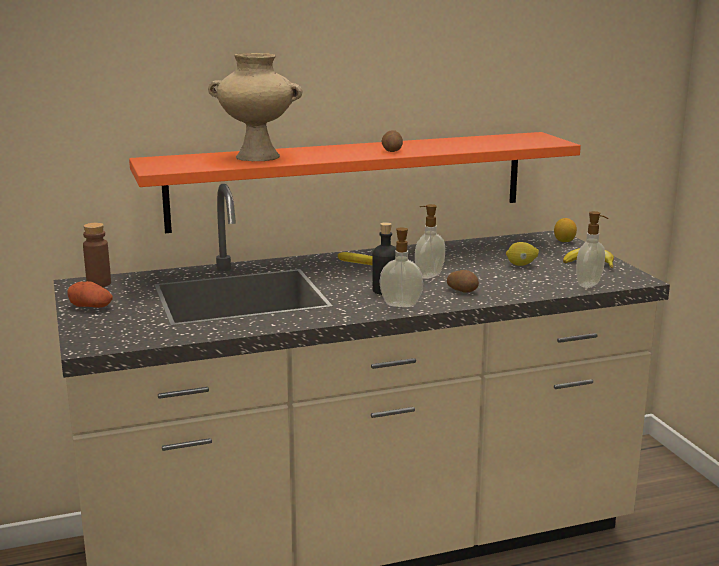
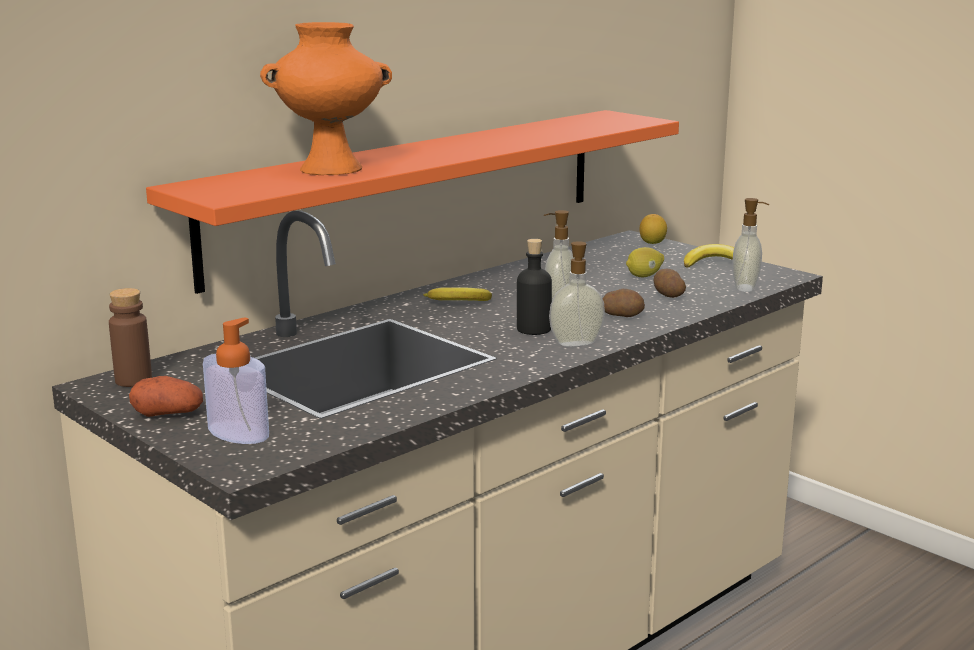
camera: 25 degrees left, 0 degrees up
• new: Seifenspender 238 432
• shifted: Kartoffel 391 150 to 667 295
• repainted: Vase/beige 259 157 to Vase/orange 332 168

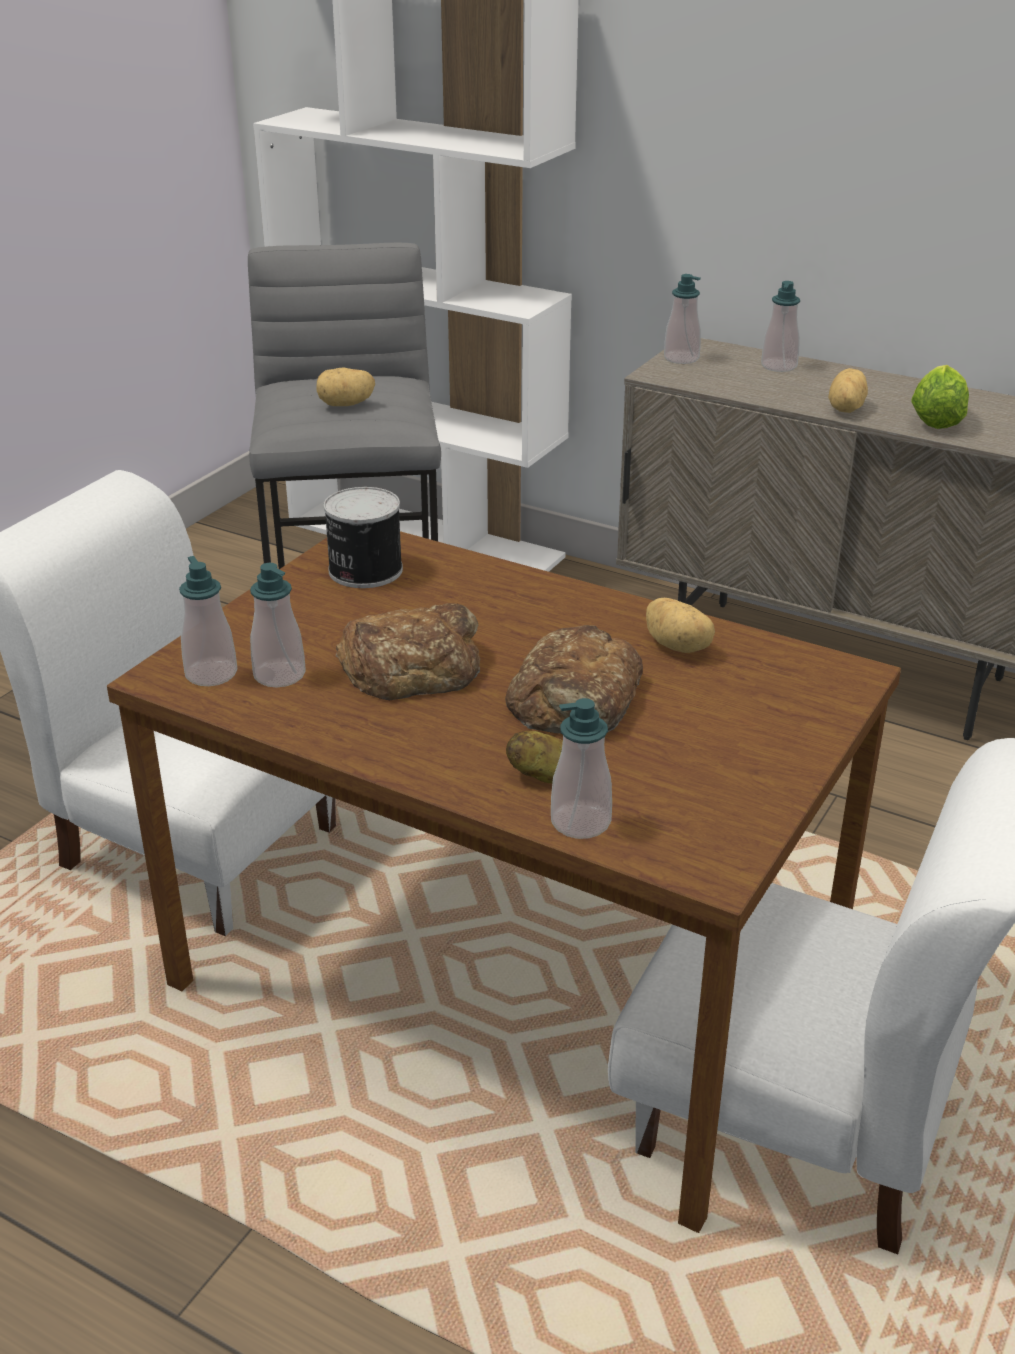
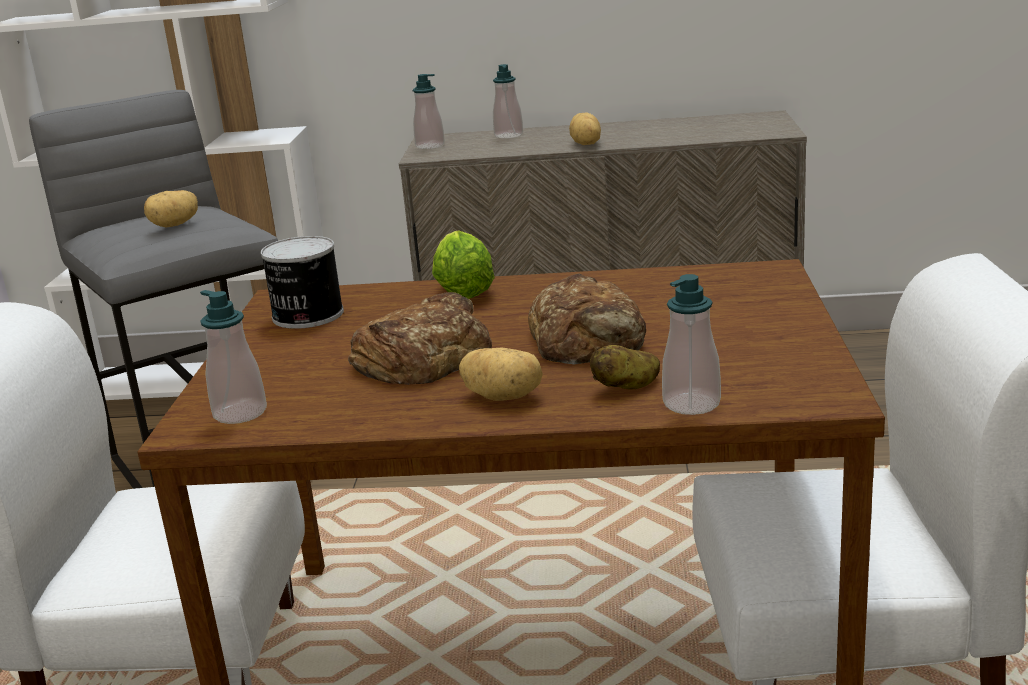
camera: 25 degrees left, 10 degrees down
• gone: Seifenspender 279 675
• shifted: Kartoffel 678 646 to 503 396
• shifted: Salatkopf 936 419 to 462 290

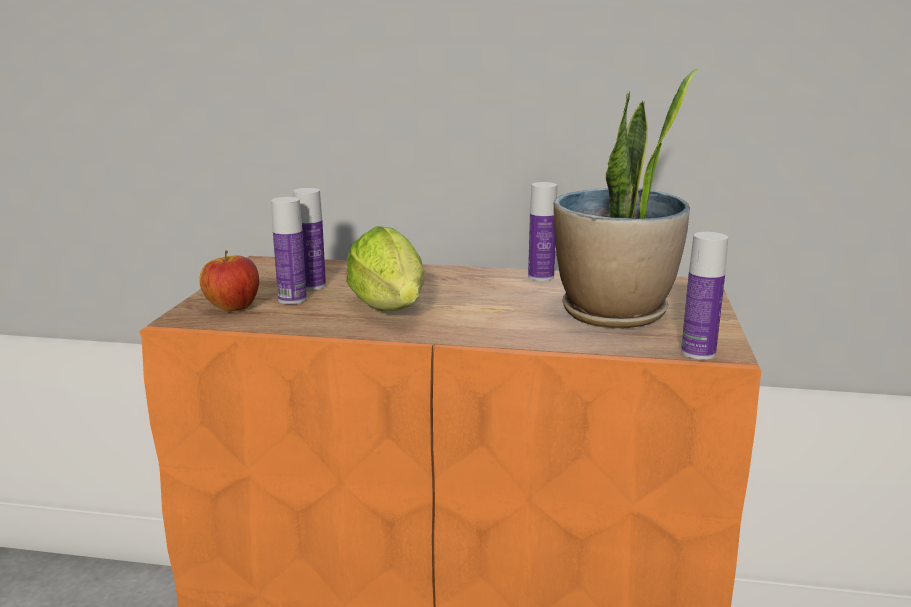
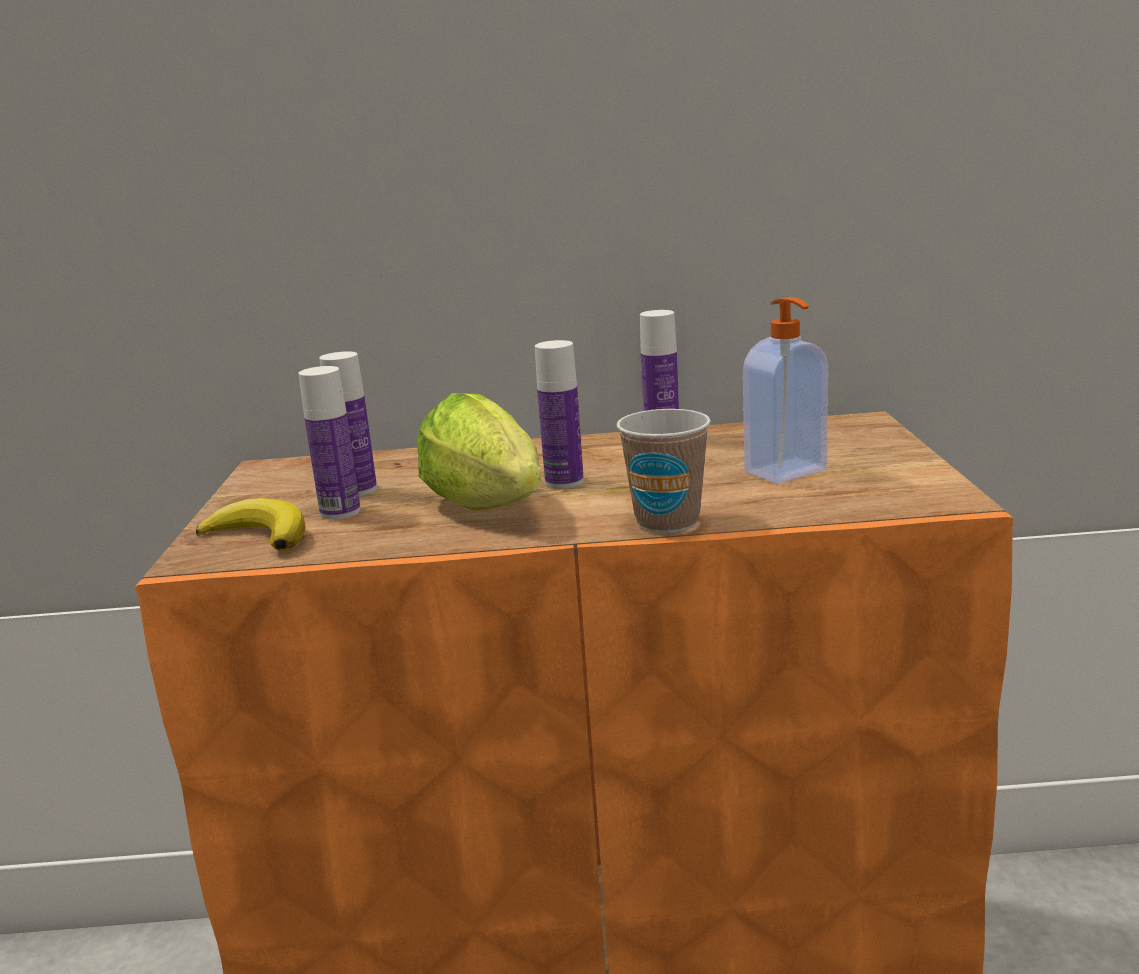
camera: 10 degrees left, 0 degrees up
• new: Tasse 667 522
• shifted: Flasche 698 353 to 564 482
• swapped: Apfel 233 308 to Banane 260 535
• swapped: Topfpflanze 614 314 to Seifenspender 787 472

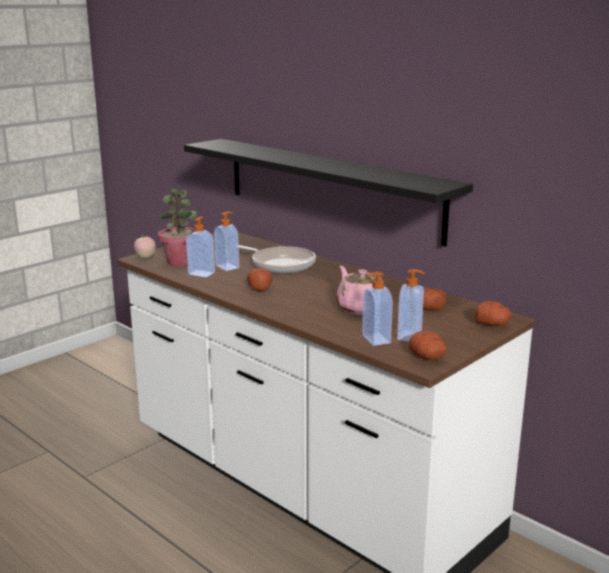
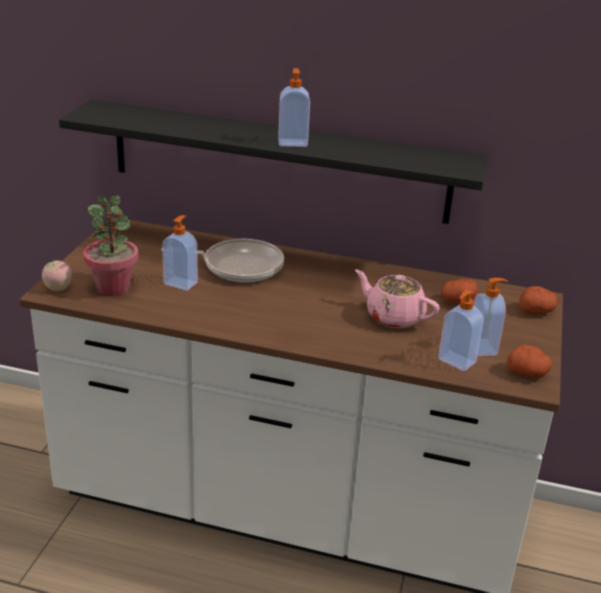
camera: 30 degrees left, 10 degrees up
• gone: Kartoffel 259 288
• shifted: Seifenspender 202 273 to 292 142

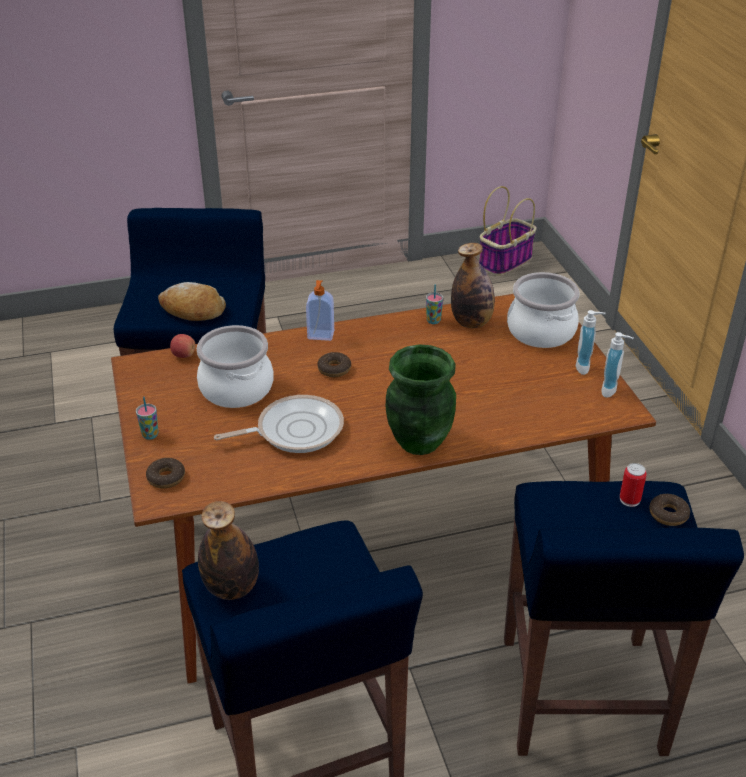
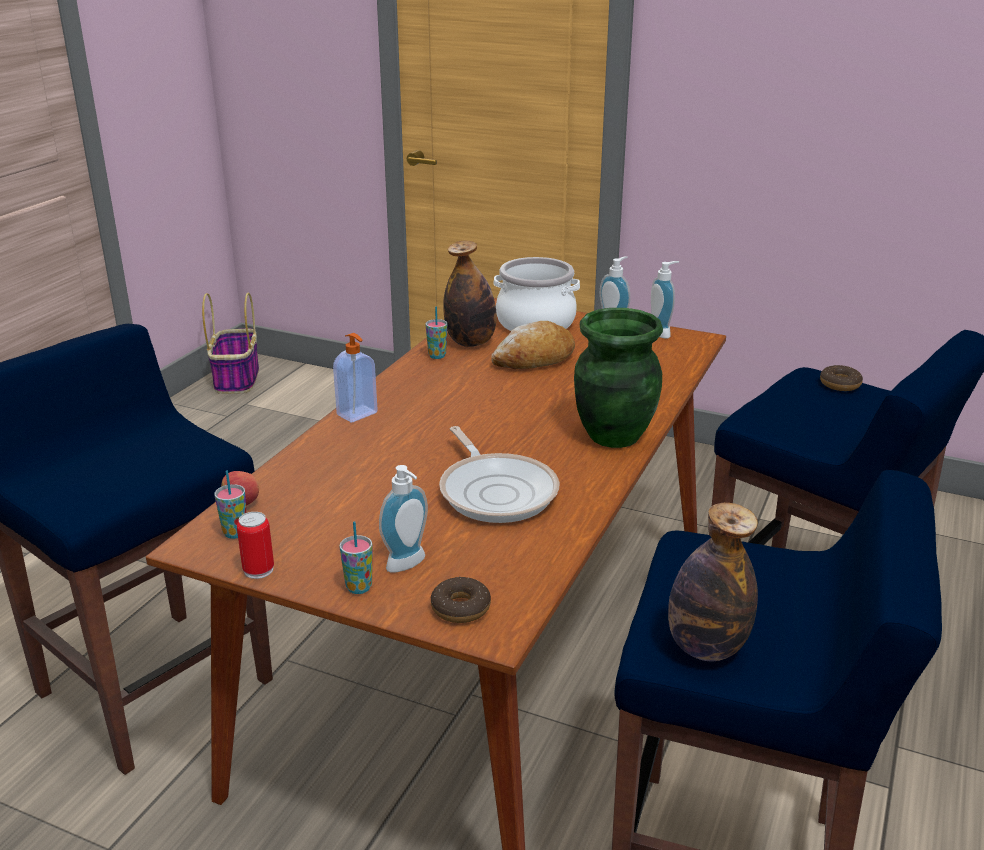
camera: 50 degrees left, 10 degrees down
• gone: Kochtopf 237 388
• gone: Donut 334 369
• new: Tasse 235 533
• new: Seifenspender 409 565
• shifted: Brot 192 310 to 534 359
• shifted: Dose 629 499 to 258 570
• rotated: Pfanne 294 430 = 496 491 135 degrees clockwise

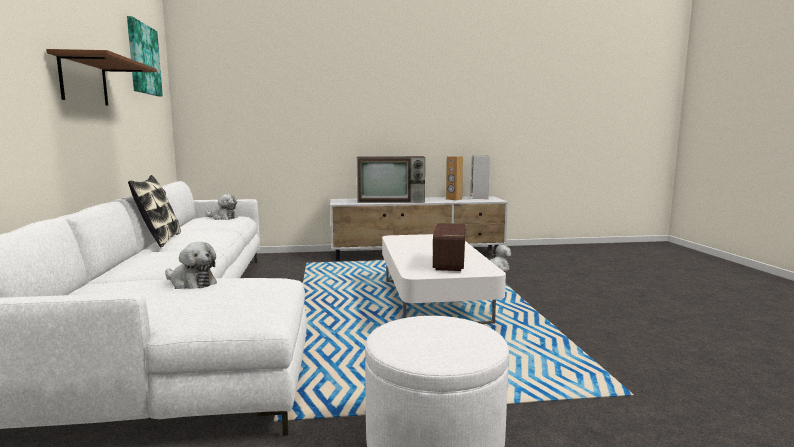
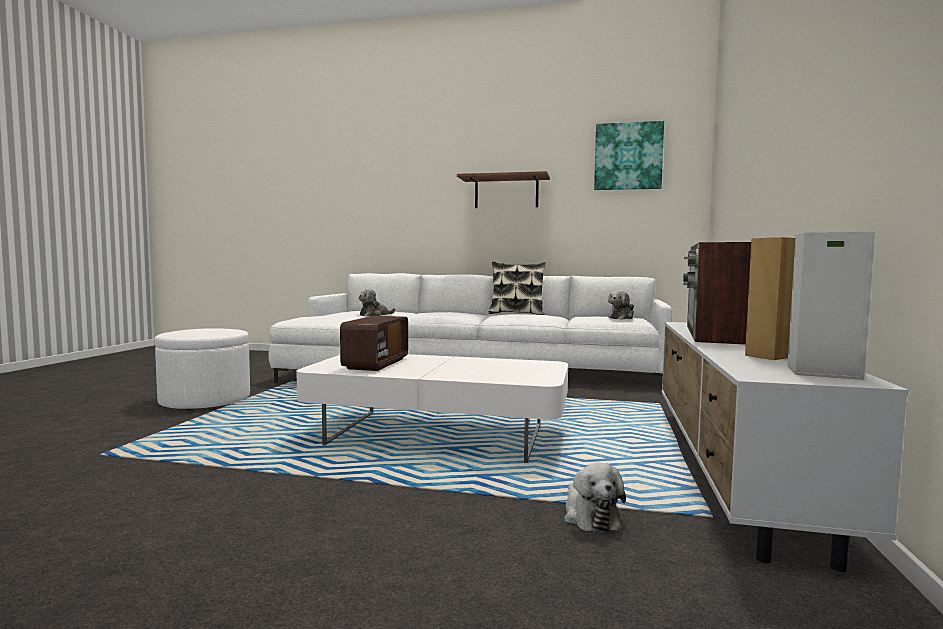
camera: 110 degrees right, 5 degrees down
• rotated: Radio 449 263 = 376 364 105 degrees counterclockwise

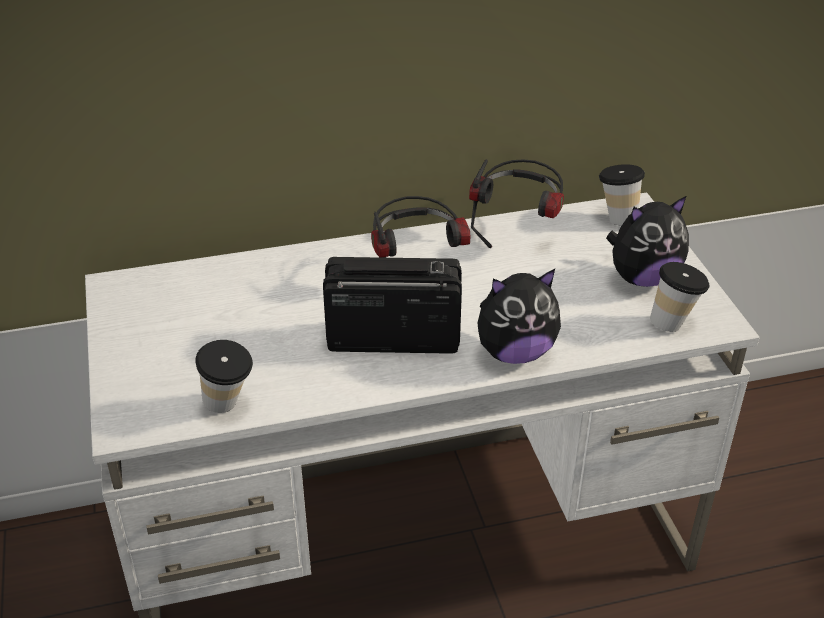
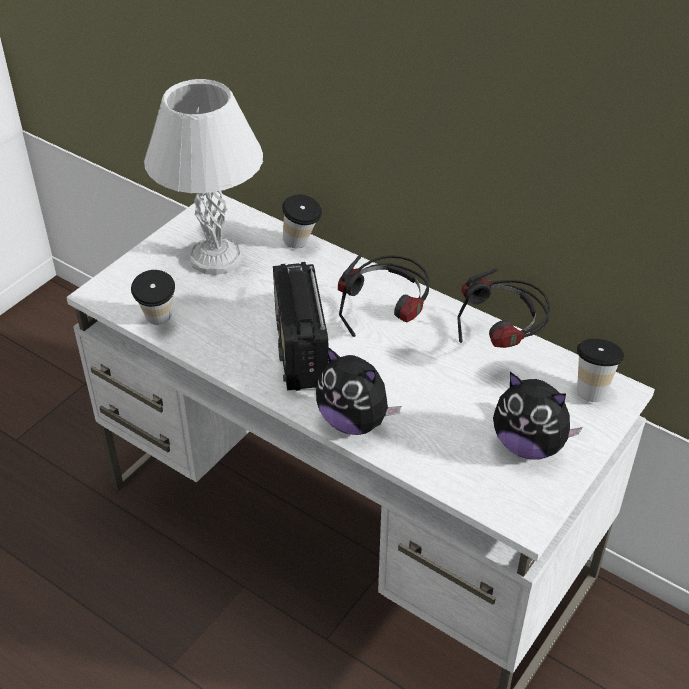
camera: 50 degrees right, 5 degrees up
• new: Tischlampe/weiß 214 259
• shifted: Tasse 674 322 to 302 244
• rotated: Radio 392 338 = 301 352 150 degrees counterclockwise

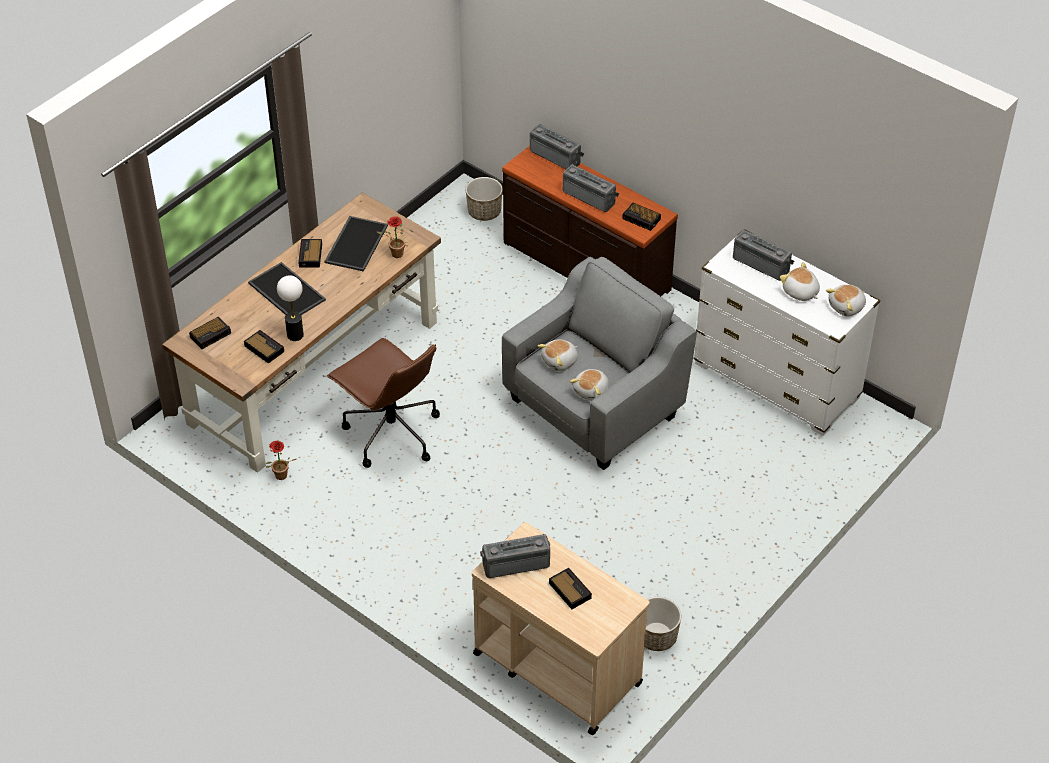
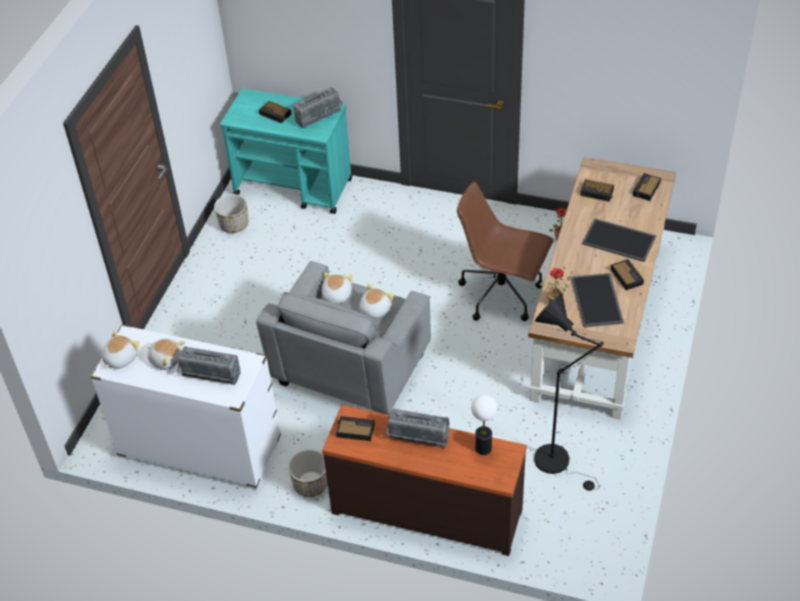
camera: 160 degrees right, 0 degrees up
• gone: Radio 557 156
• new: Stehlampe/schwarz 558 462
• shifted: Tischlampe 295 335 to 483 448
• shifted: Pflanzkübel 484 212 to 310 484
• repainted: Rollwagen/beige 556 667 to Rollwagen/türkis 294 188

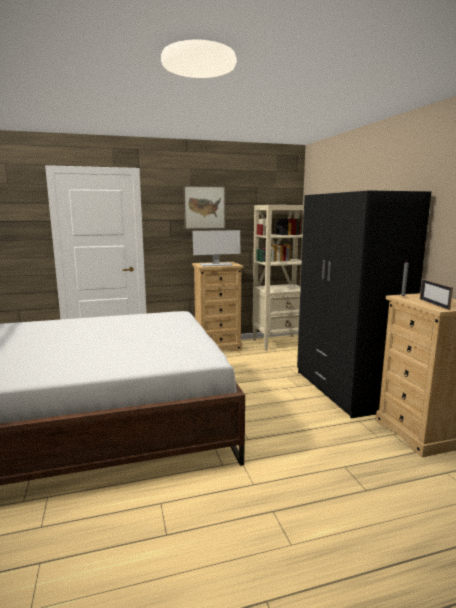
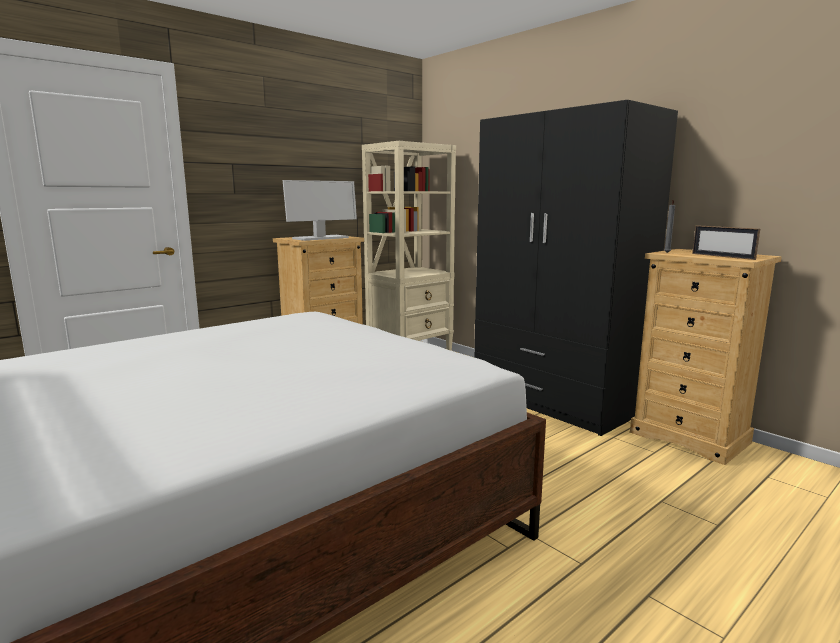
camera: 25 degrees left, 0 degrees up
• gone: Bild 204 207

